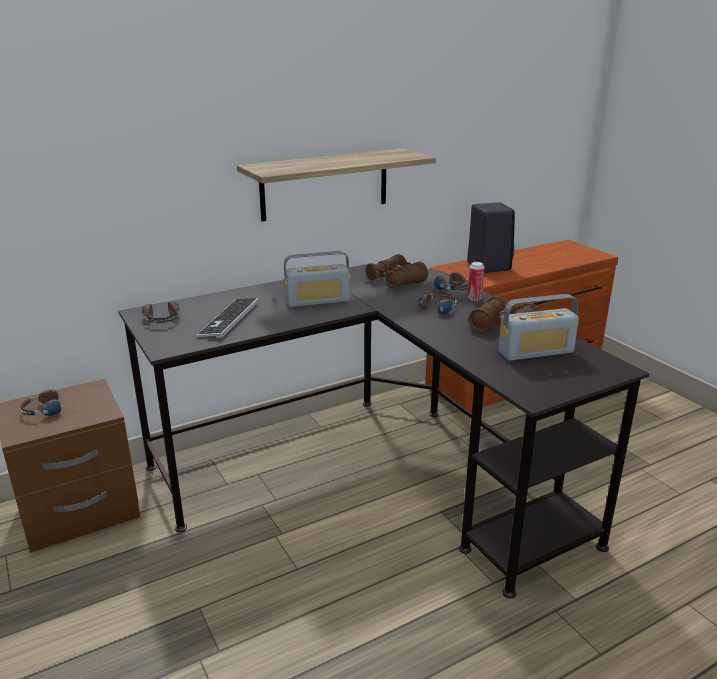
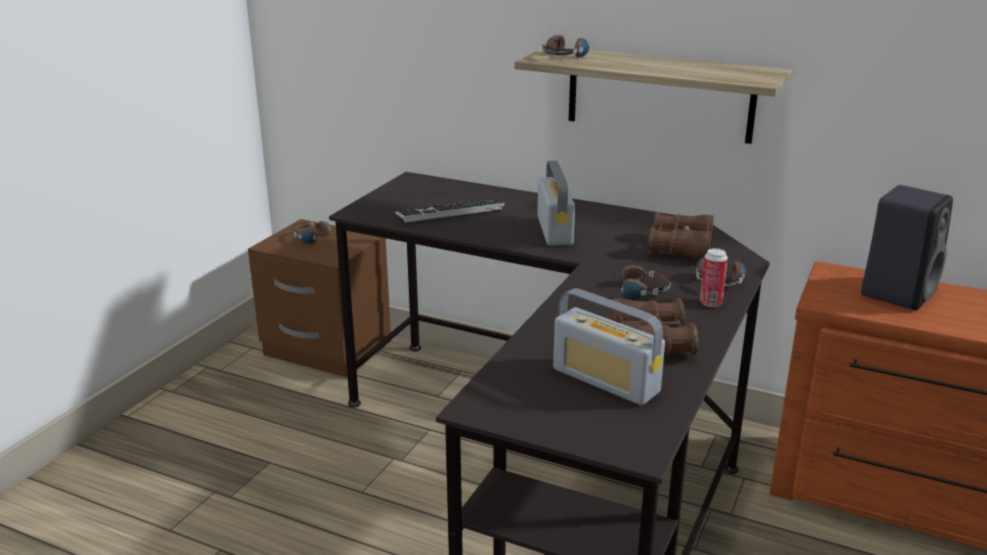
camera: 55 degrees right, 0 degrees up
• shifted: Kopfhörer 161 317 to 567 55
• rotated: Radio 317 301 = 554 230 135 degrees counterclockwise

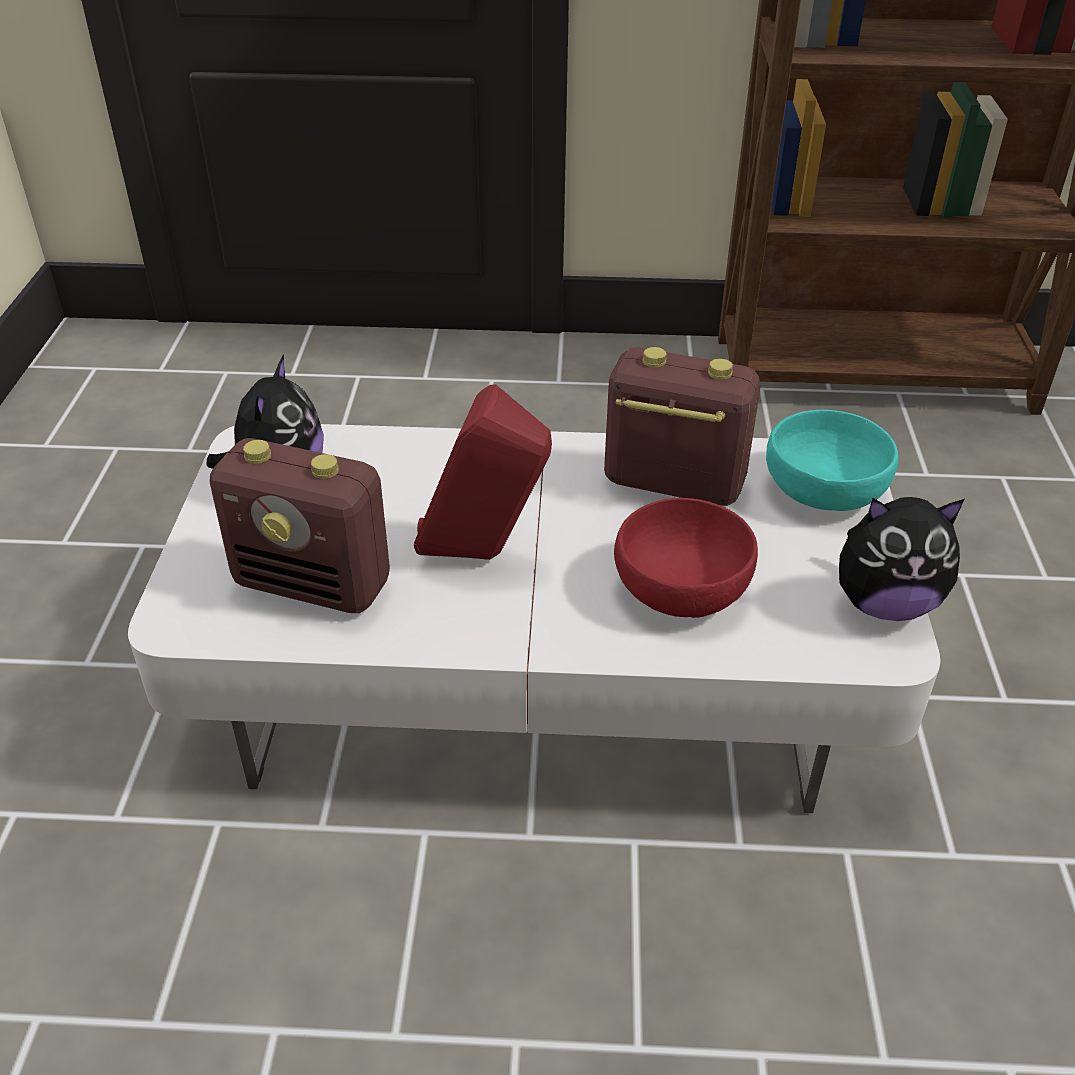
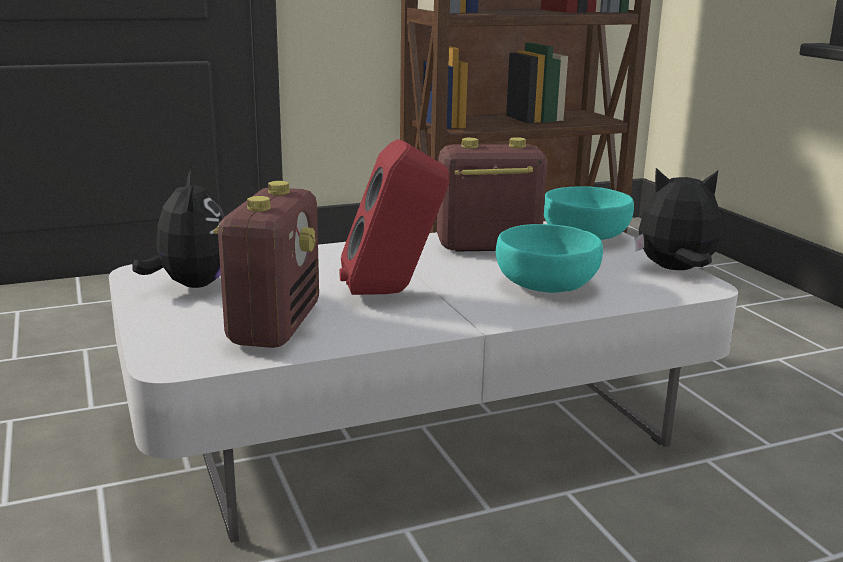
camera: 25 degrees left, 20 degrees down
• repainted: Schüssel/rot 682 587 to Schüssel/türkis 546 284
• rotated: Radio 314 584 = 274 325 75 degrees counterclockwise
• rotated: Plüschtier 884 604 = 675 270 150 degrees counterclockwise

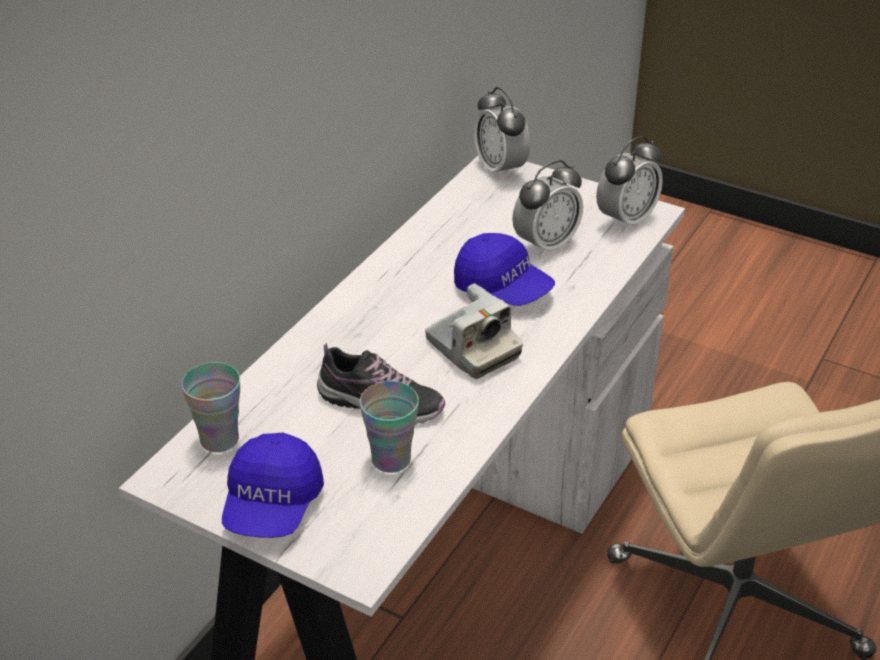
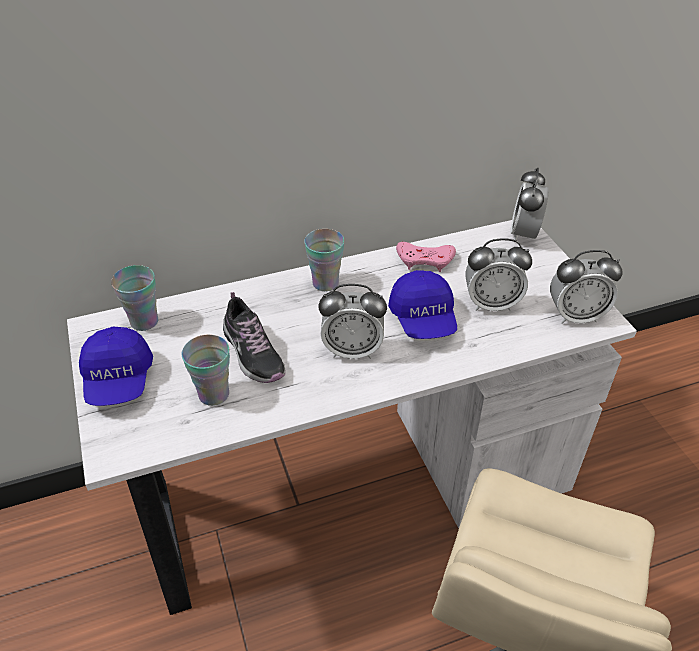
camera: 40 degrees right, 5 degrees up
• new: Tasse 325 283
• new: Gamepad/rosa 425 260
• swapped: Kamera 472 349 to Wecker 352 350
• rotated: Kappe/blau 272 505 = 119 380 60 degrees counterclockwise

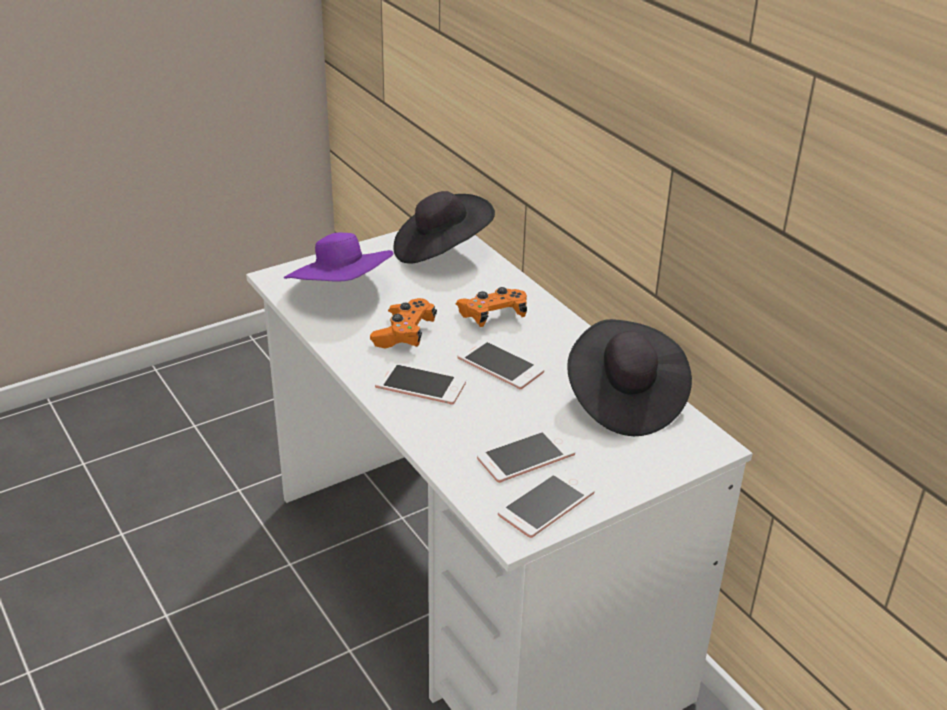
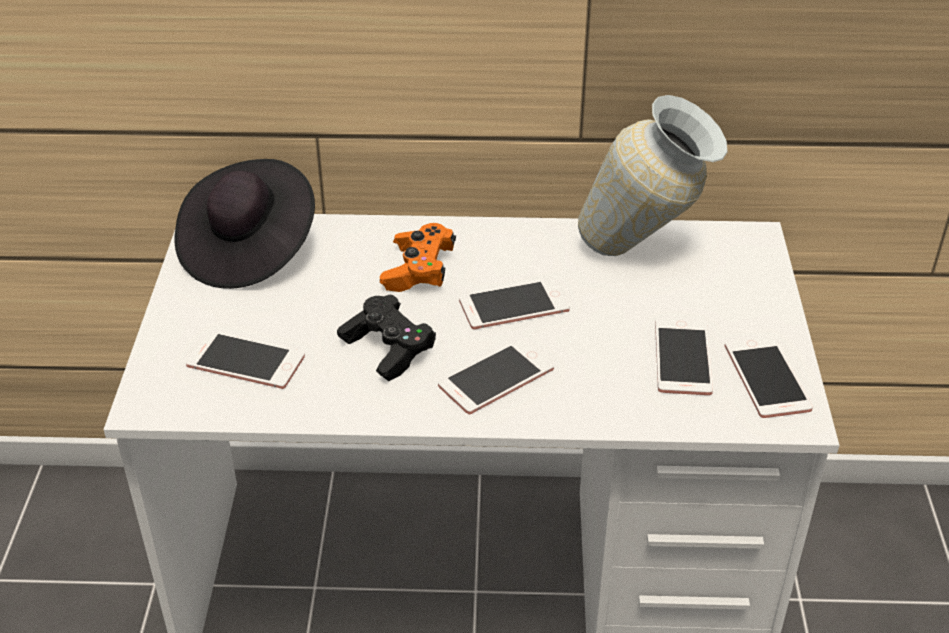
camera: 55 degrees left, 5 degrees up
• swapped: Hut/lila 342 292 to Handy 245 361
• swapped: Hut/schwarz 624 400 to Vase 645 255
• repainted: Gamepad/orange 404 334 to Gamepad/schwarz 388 349

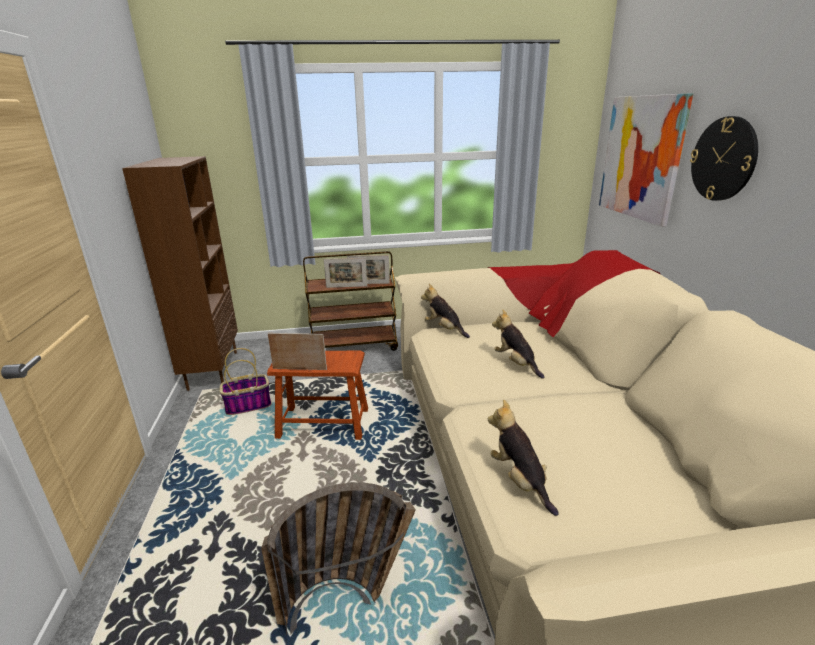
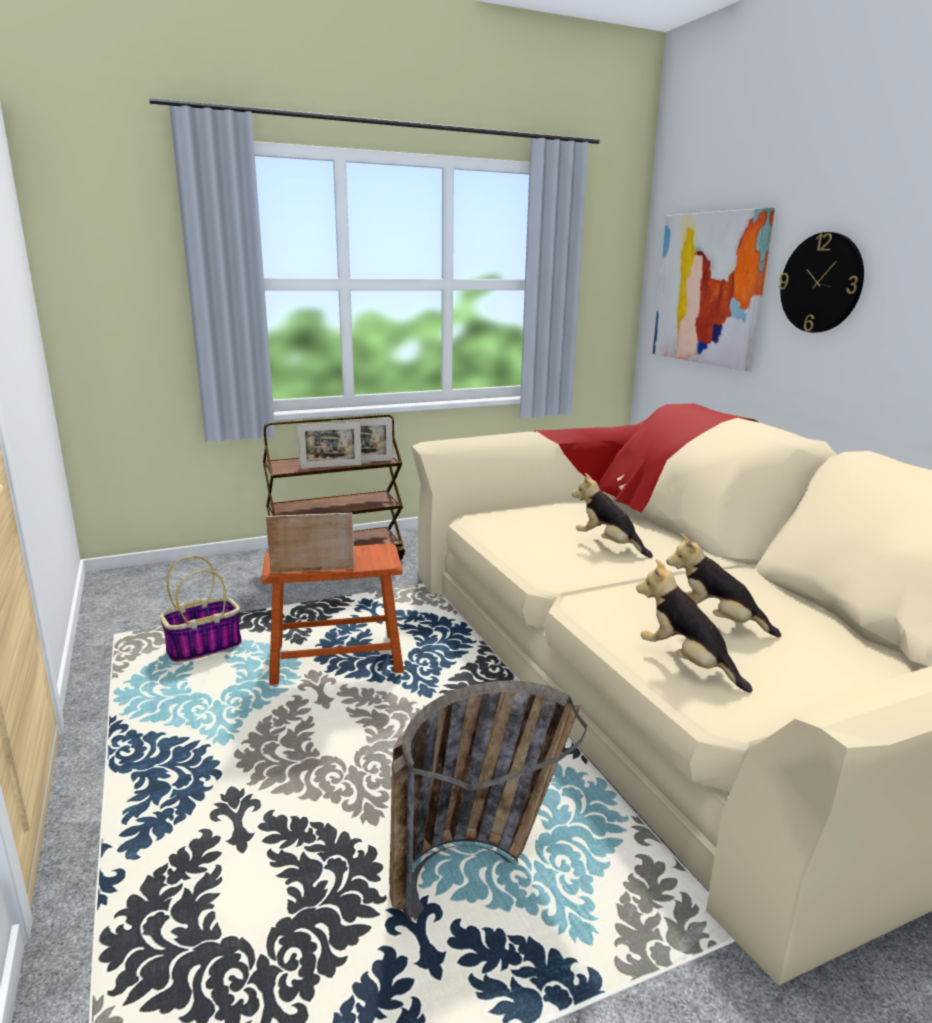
camera: 15 degrees left, 5 degrees down
• gone: Bücherregal/braun 212 370
• shifted: Plüschtier 444 329 to 716 622

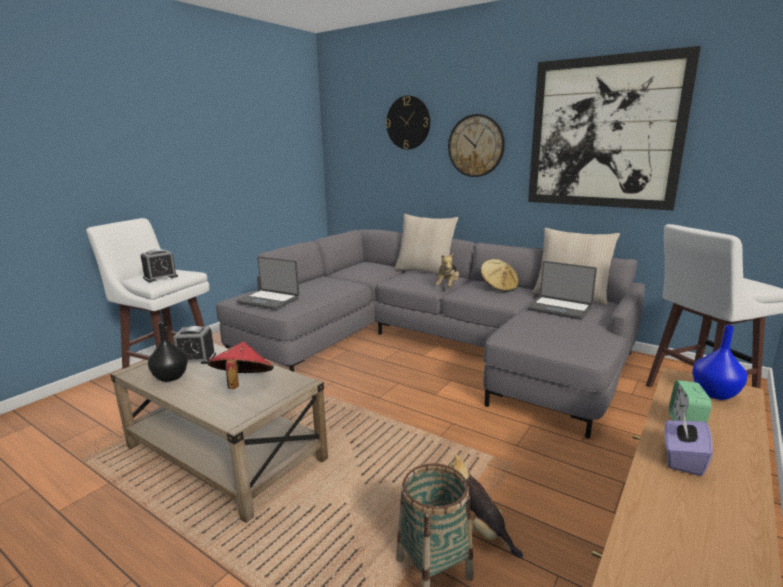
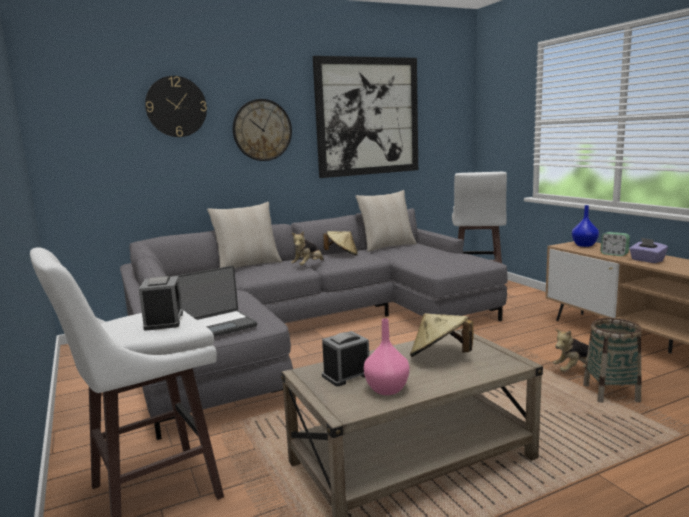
camera: 60 degrees left, 5 degrees down
• gone: Laptop 560 308
• repainted: Vase/schwarz 170 377 to Vase/rosa 386 389
• repainted: Hut/rot 242 384 to Hut/beige 439 357
• rotated: Wecker 196 359 = 346 375 150 degrees counterclockwise
• rotated: Plüschtier 448 286 = 308 266 75 degrees clockwise

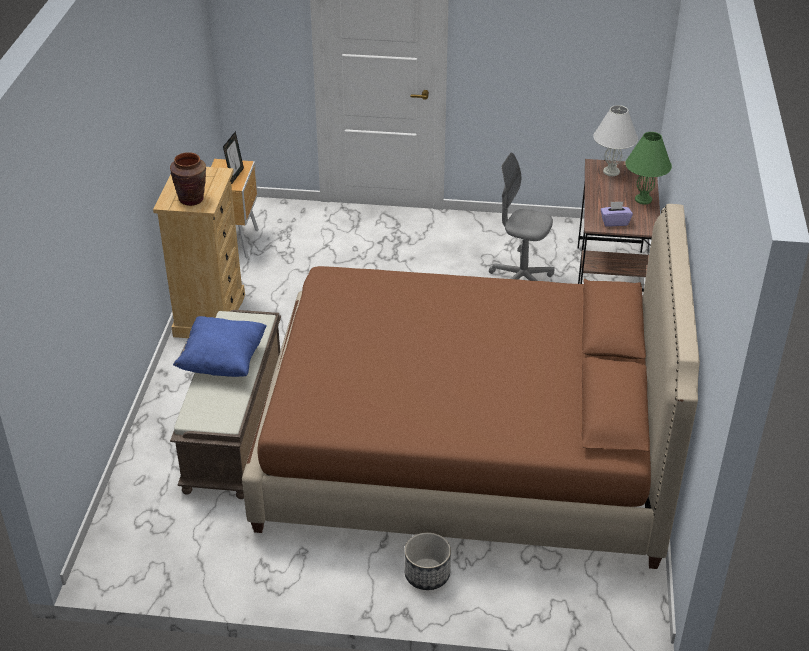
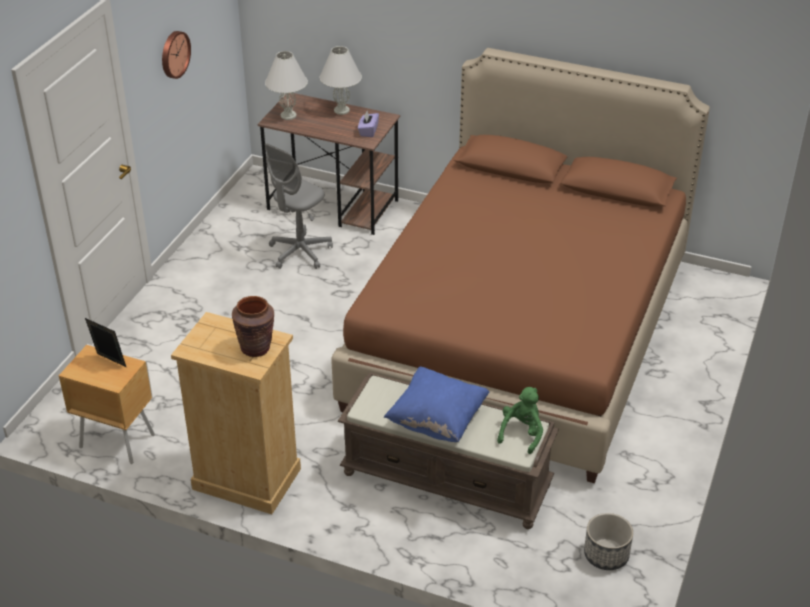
camera: 75 degrees left, 0 degrees up
• new: Wanduhr 174 54
• new: Plüschtier/grün 522 433
• shifted: Pflanzkübel 426 574 to 606 555
• repainted: Tischlampe/grün 643 199 to Tischlampe/weiß 341 110

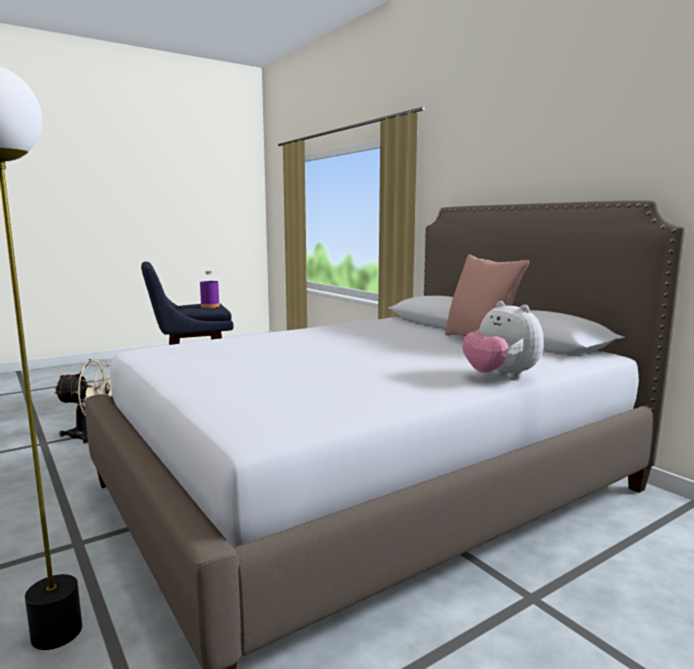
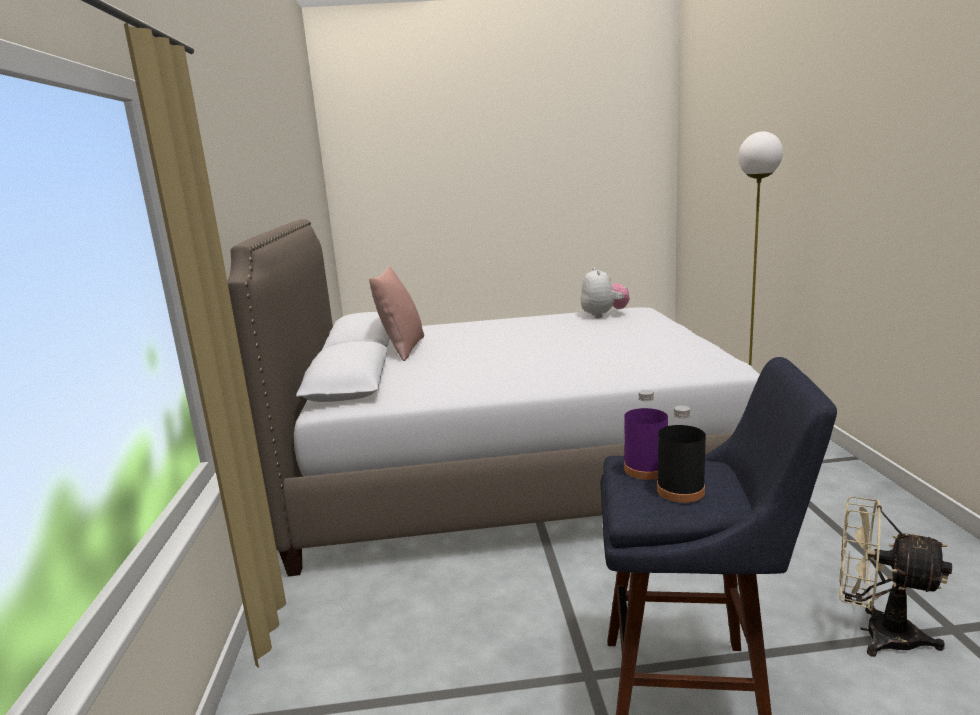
camera: 150 degrees left, 5 degrees up
• new: Flasche/schwarz 680 491
• shifted: Plüschtier 500 376 to 603 315

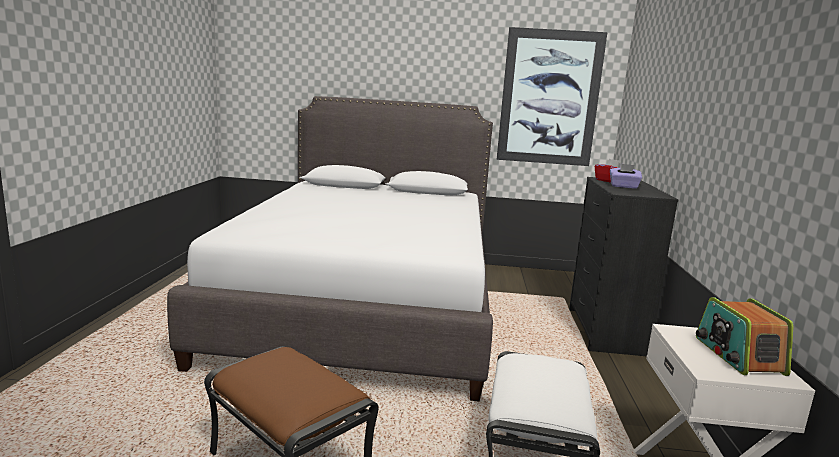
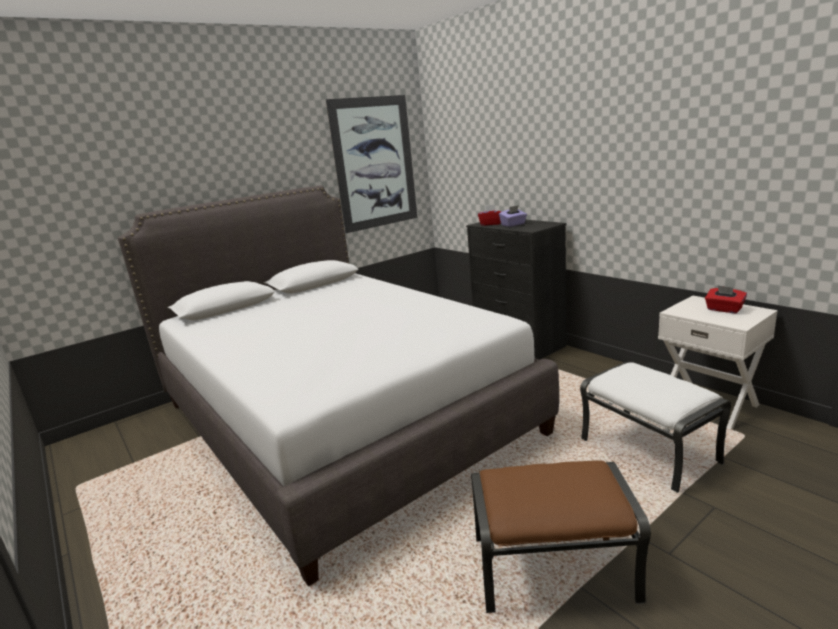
camera: 40 degrees left, 5 degrees up
• swapped: Radio 738 356 to Taschentuchbox/rot 724 309

